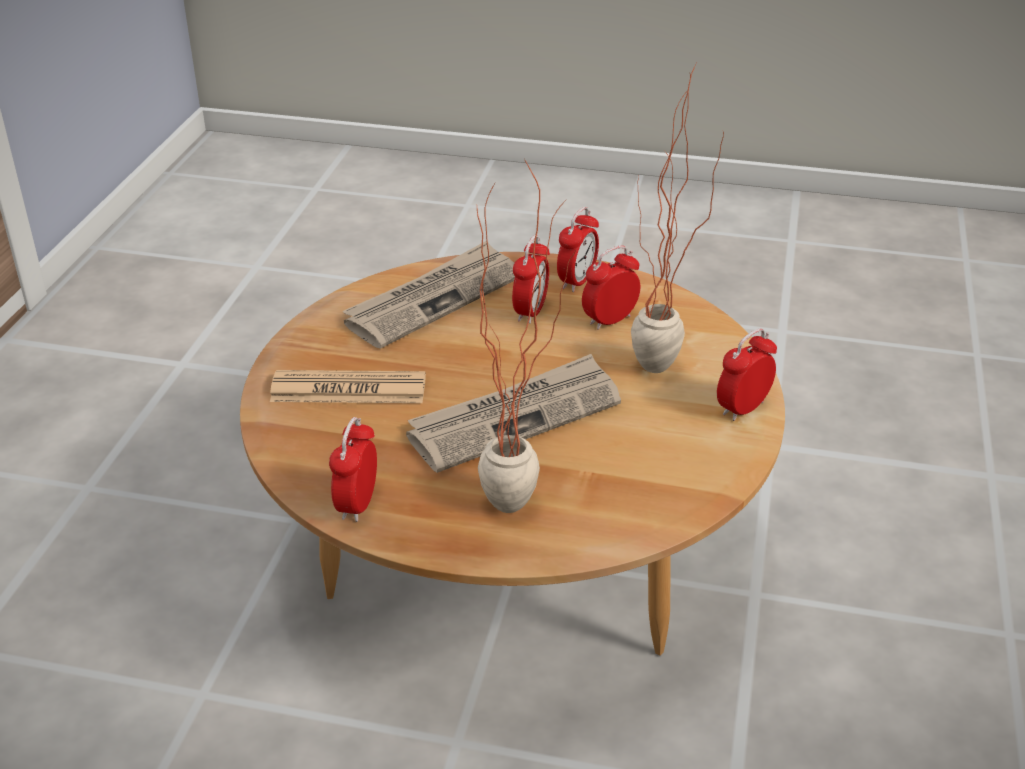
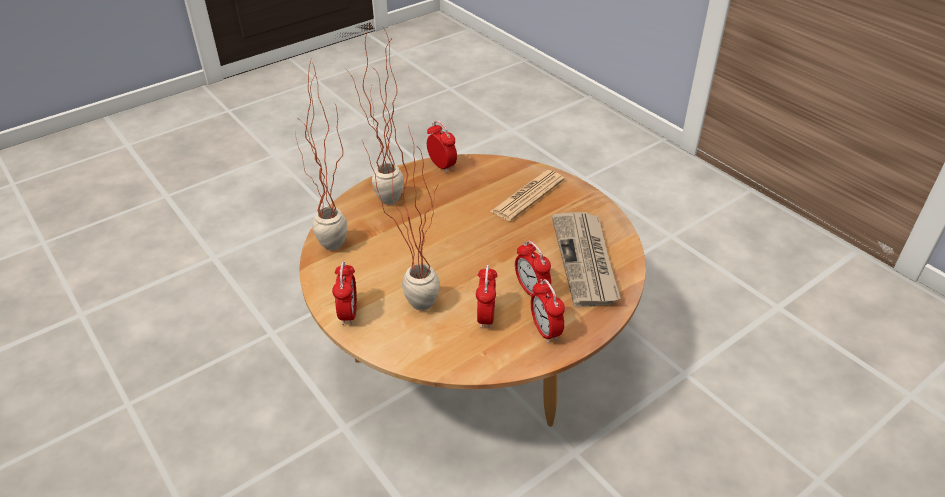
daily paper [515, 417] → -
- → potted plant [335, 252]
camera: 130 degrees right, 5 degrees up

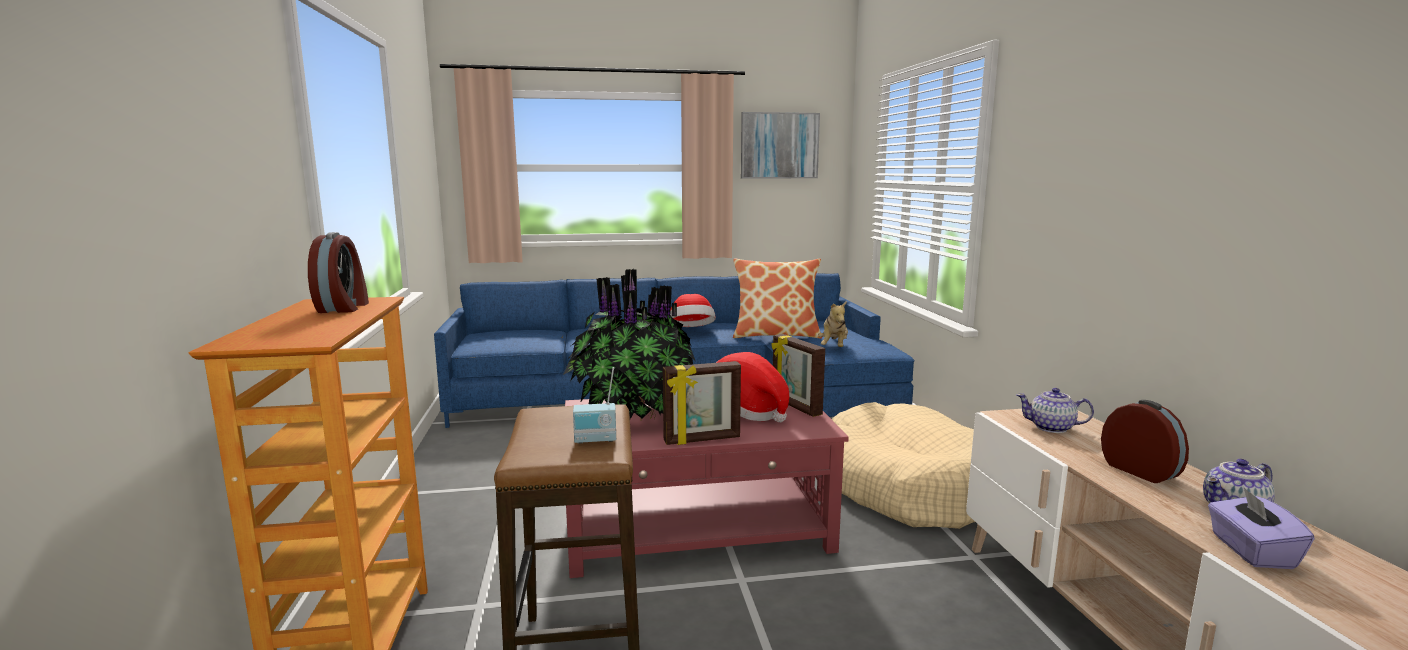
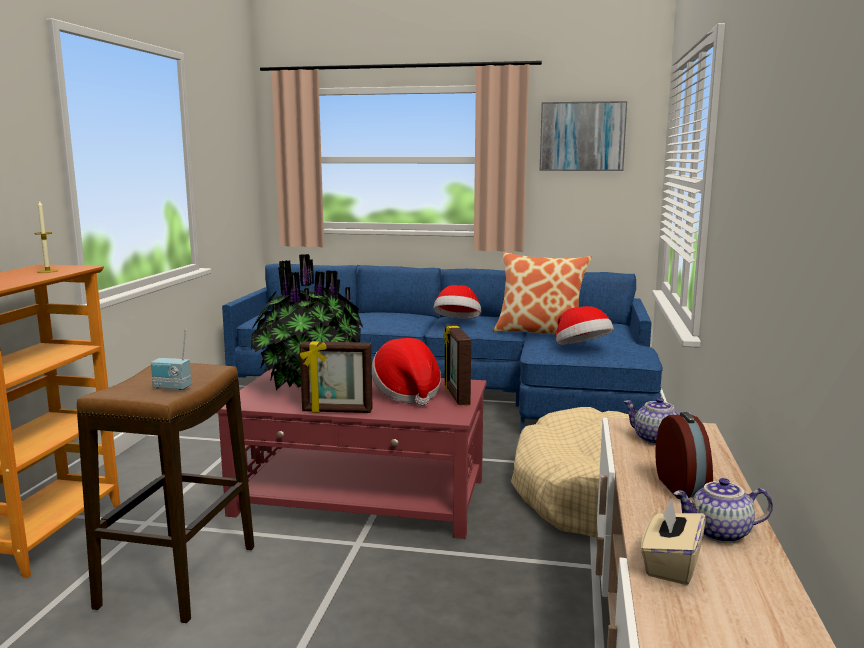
bedside clock [344, 307] → wax light [47, 271]
cuddly toy [834, 347] → clothing hat [582, 349]
purplish tissue box [1251, 551] → sand-coloured tissue box [671, 565]
camera: 20 degrees right, 0 degrees up

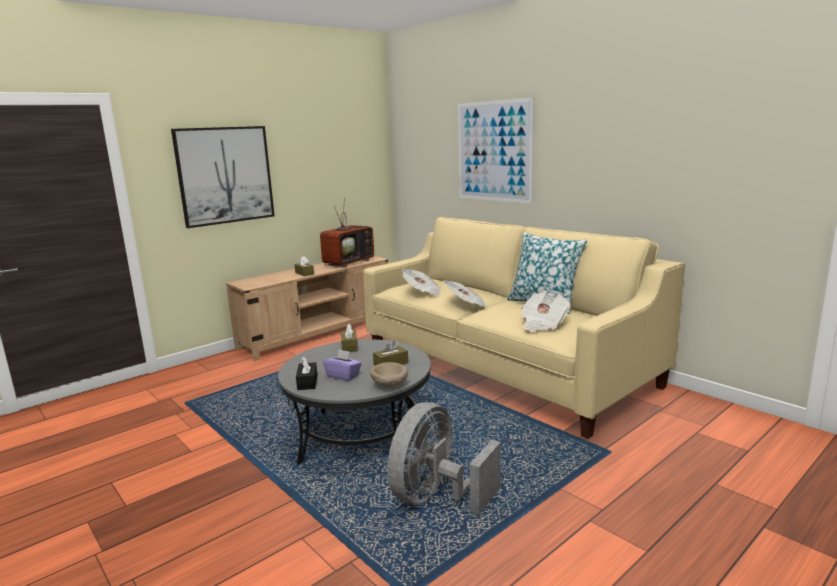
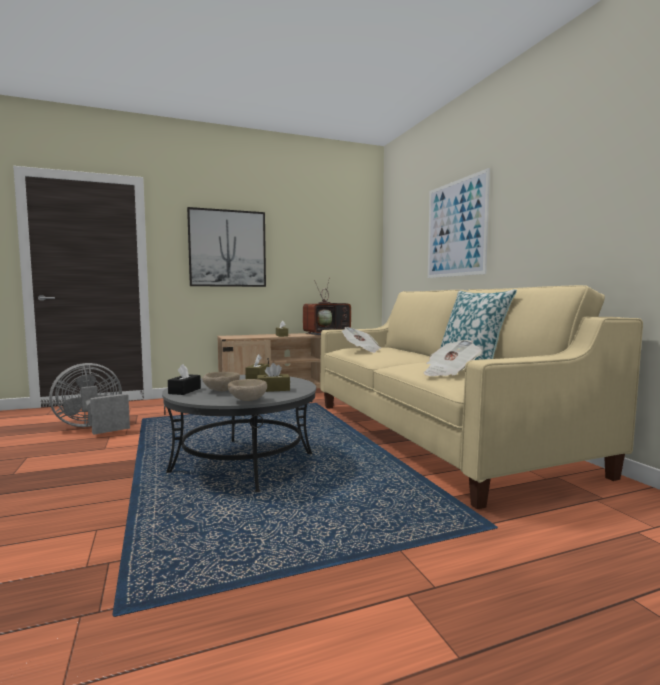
daily paper [466, 305] → -
grey fan [437, 497] → grey fan [93, 427], relocated
purplish tissue box [343, 376] → sand-coloured deep dish [220, 391]
camera: 20 degrees right, 10 degrees down

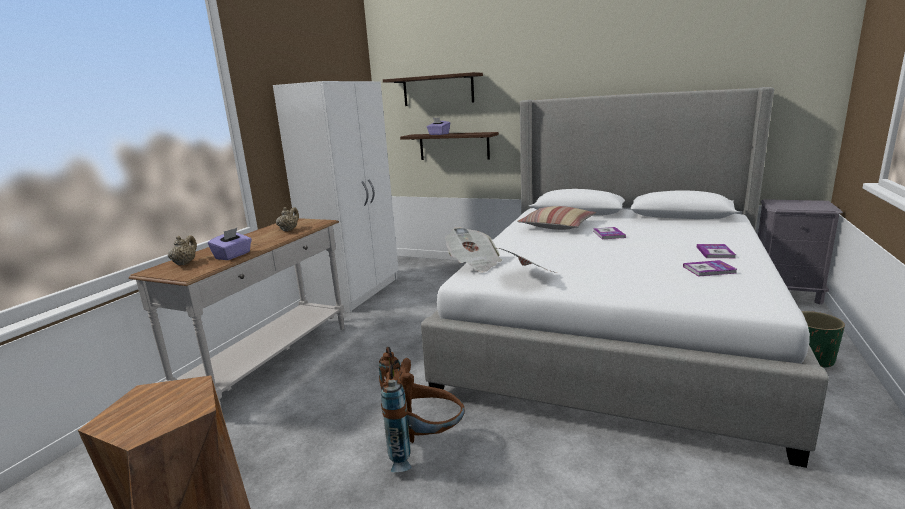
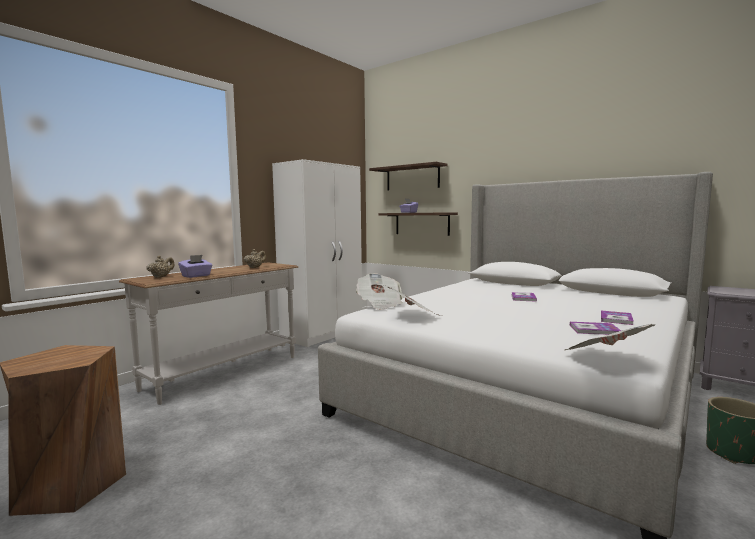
brown backpack [424, 448] → -
cushion [557, 226] → -
- → daily paper [605, 358]
camera: 15 degrees right, 10 degrees down

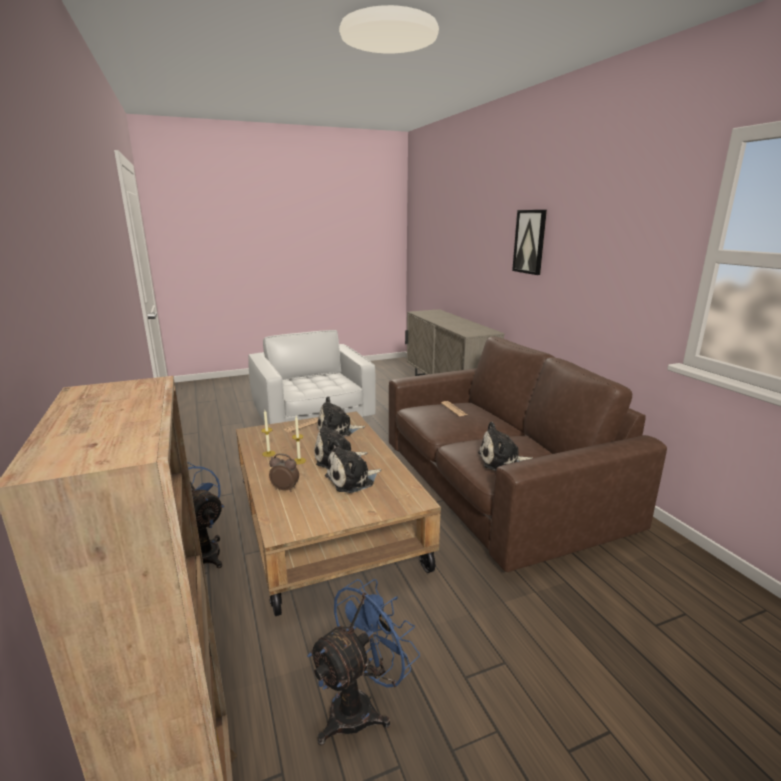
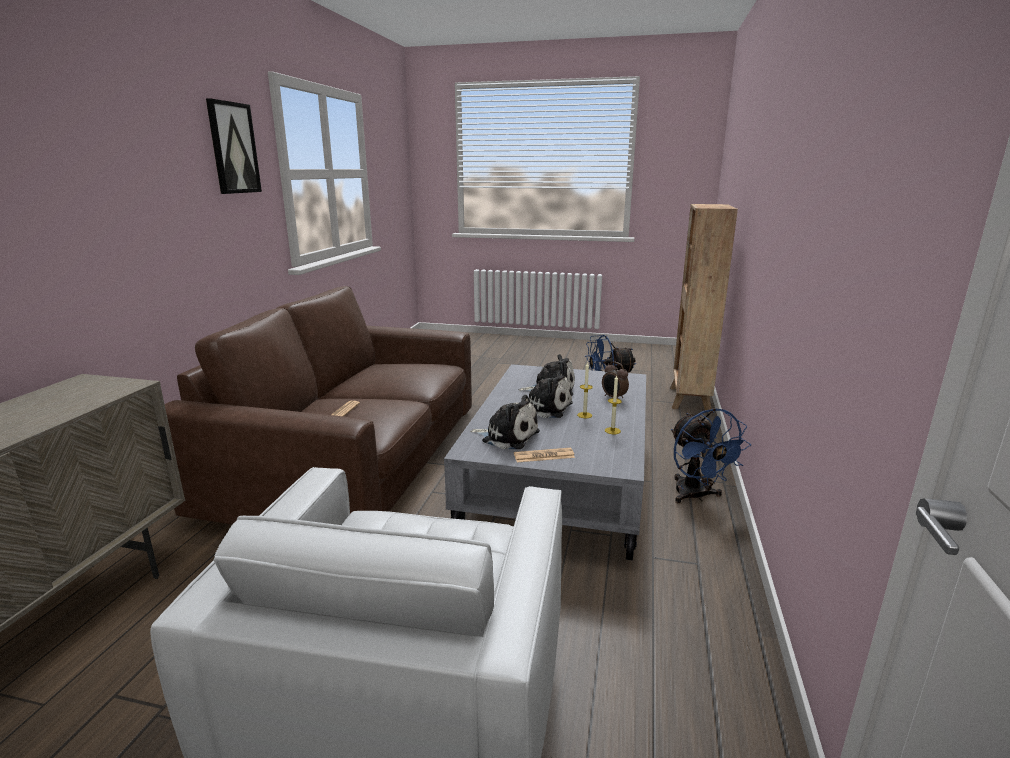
cuddly toy [502, 461] → -
wall art [530, 242] → wall art [233, 148], relocated
brown lounge table [327, 523] → grey lounge table [558, 480]
camera: 145 degrees left, 0 degrees up

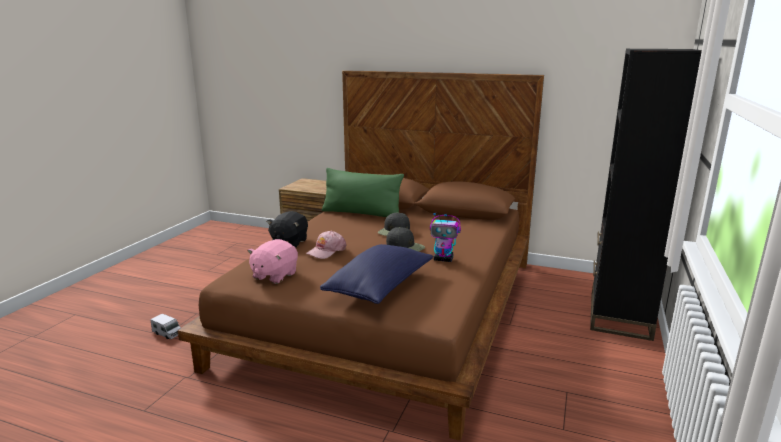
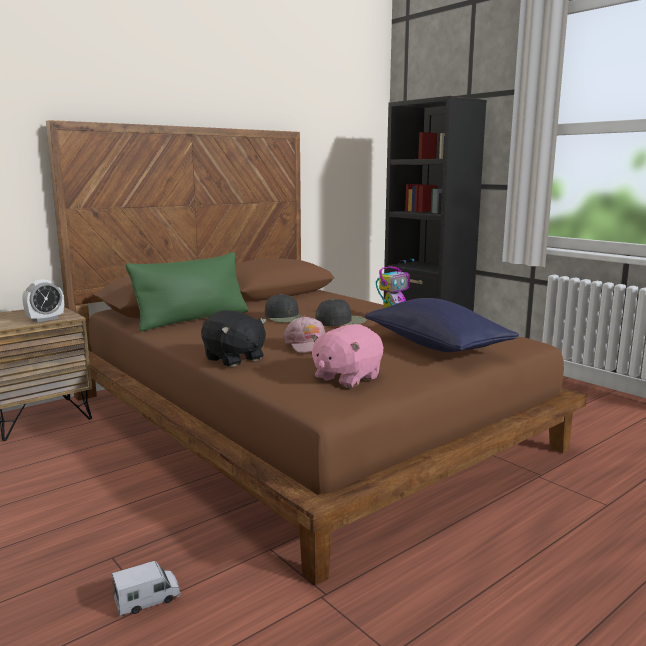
- → bedside clock [45, 319]
pinkish cuddly toy [274, 275] → pinkish cuddly toy [346, 378], 75 degrees clockwise
camera: 60 degrees left, 5 degrees down

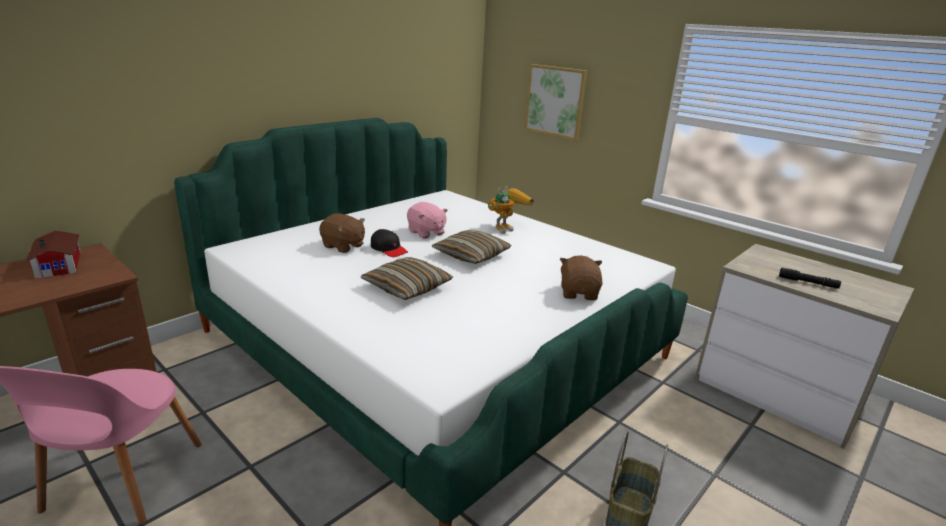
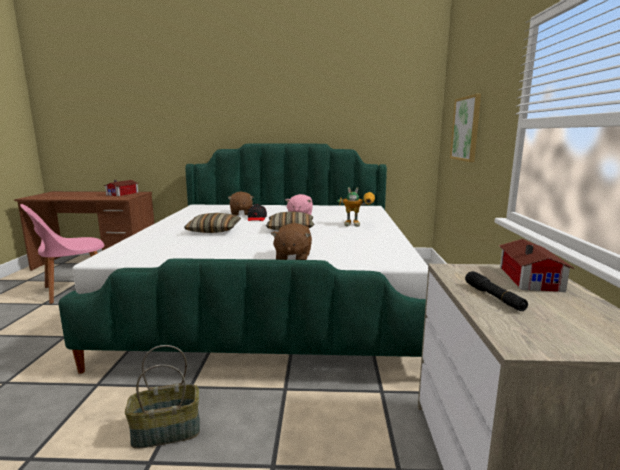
- → toy house [531, 278]
brown cuddly toy [579, 293] → brown cuddly toy [292, 257], 135 degrees clockwise
camera: 50 degrees right, 10 degrees down

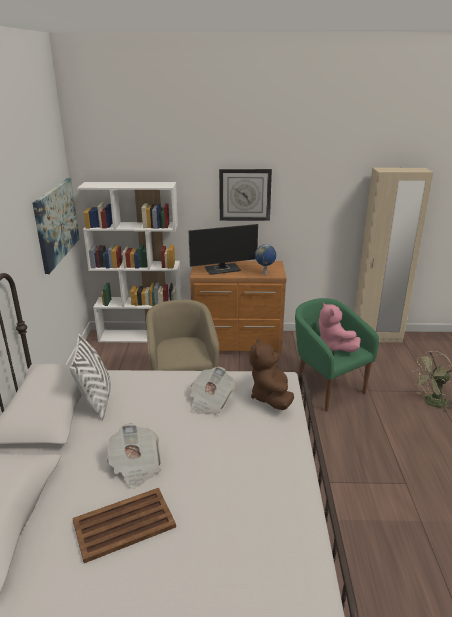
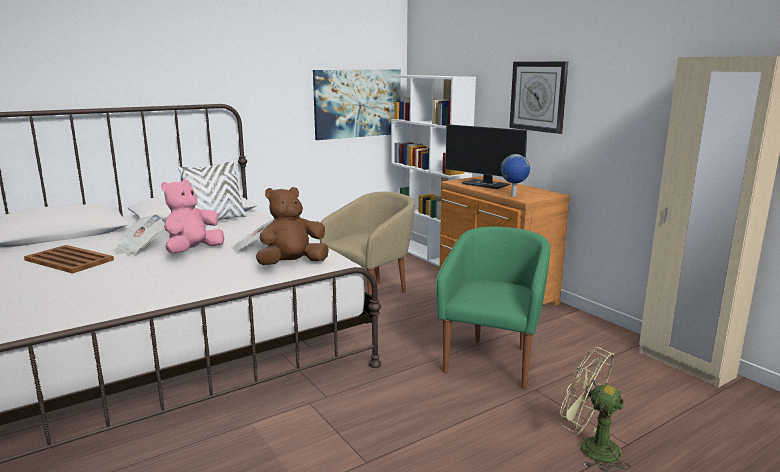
pinkish cuddly toy [333, 347] → pinkish cuddly toy [193, 251], relocated
camera: 55 degrees right, 10 degrees down

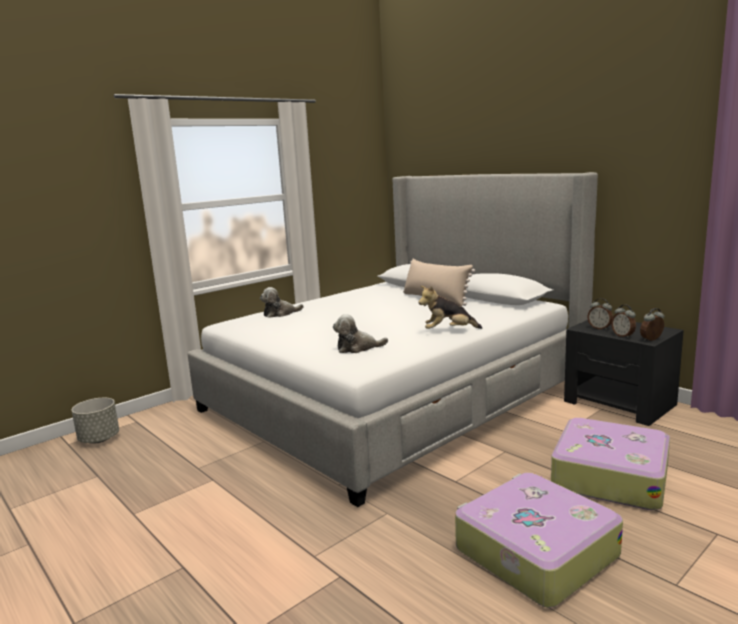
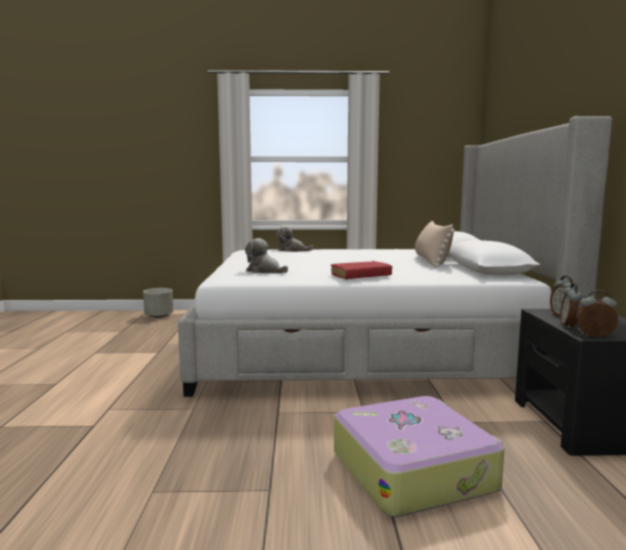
travel case [534, 552] → -
cuddly toy [448, 331] → red bound book [361, 276]
camera: 40 degrees right, 5 degrees down

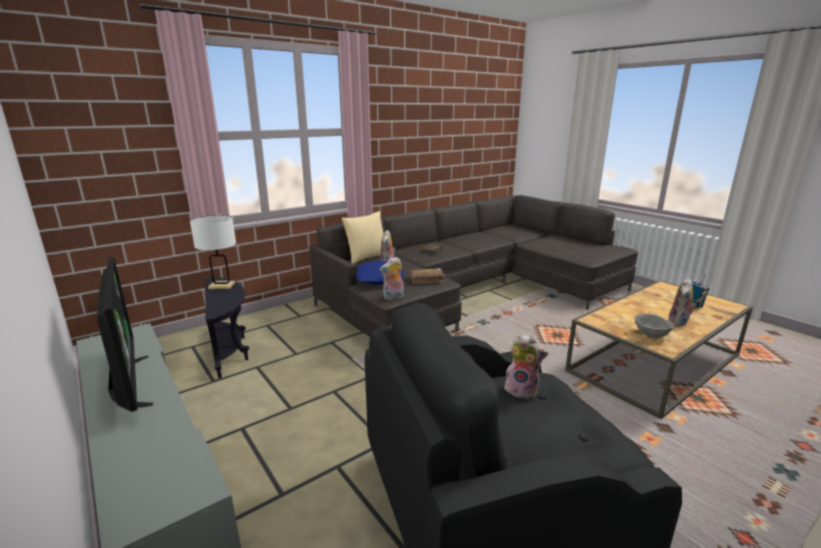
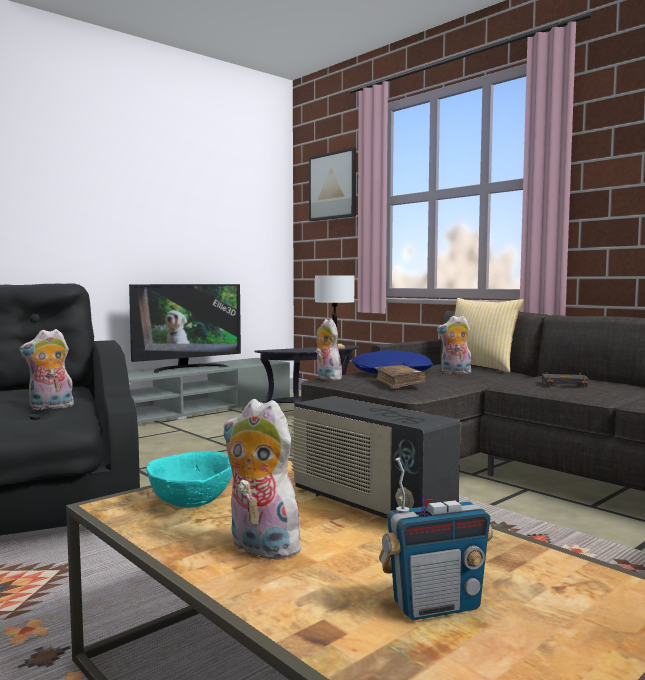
- → radio set [369, 505]
- → wall art [332, 186]
grey deep dish [650, 335] → turquoise-coloured deep dish [192, 503]
cuddly toy [522, 390] → cuddly toy [50, 407], 45 degrees clockwise
camera: 85 degrees right, 15 degrees down

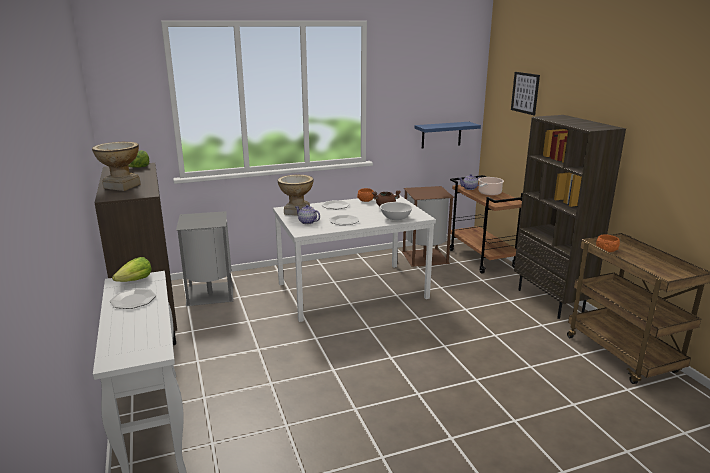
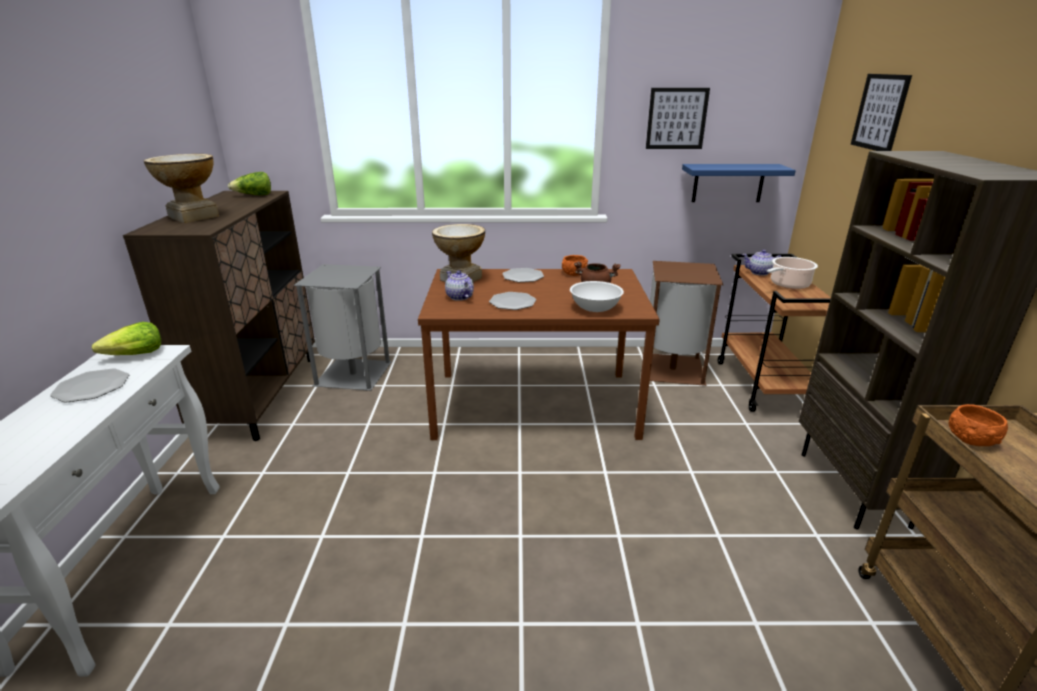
- → wall art [676, 118]
white-coloured kitchen table [351, 291] → brown kitchen table [533, 405]
camera: 20 degrees right, 5 degrees up

